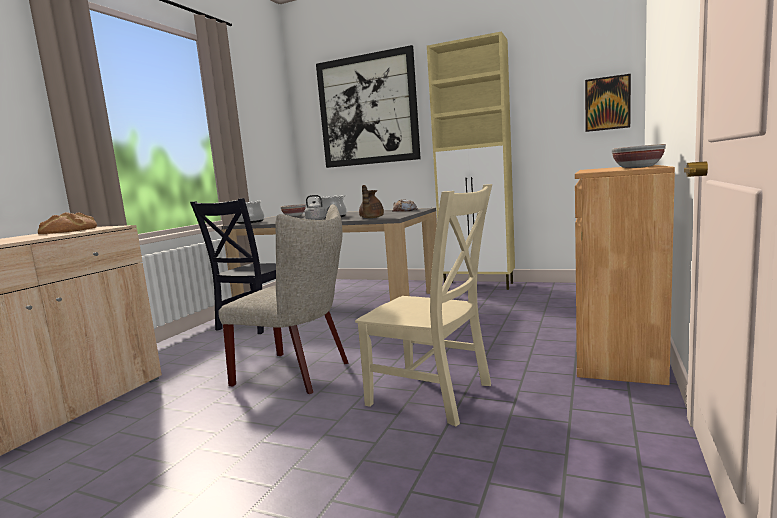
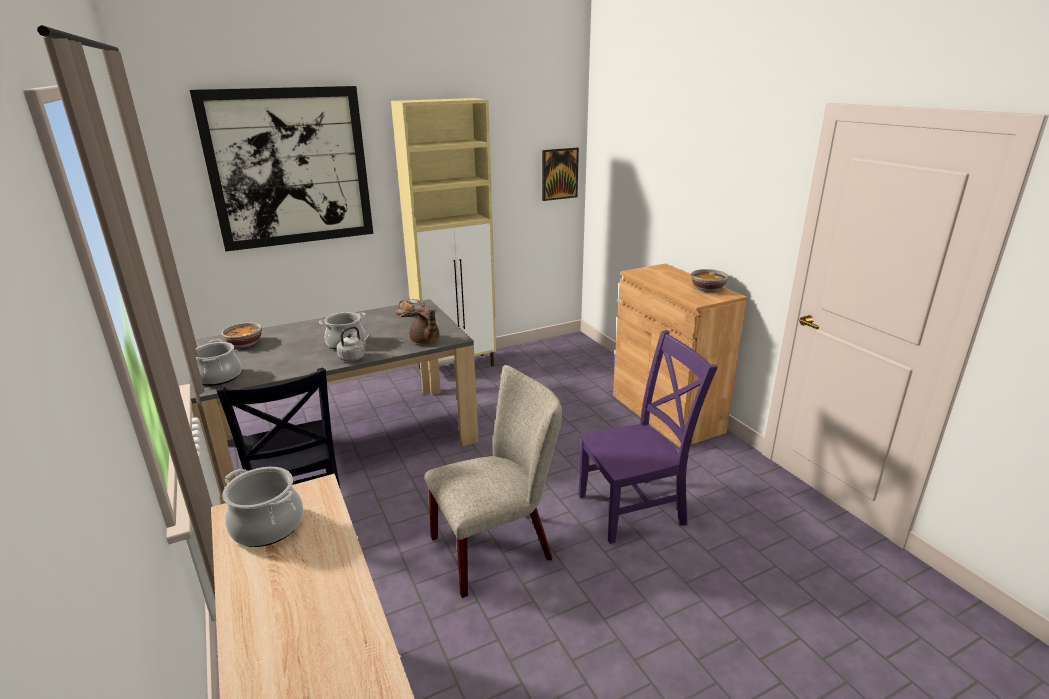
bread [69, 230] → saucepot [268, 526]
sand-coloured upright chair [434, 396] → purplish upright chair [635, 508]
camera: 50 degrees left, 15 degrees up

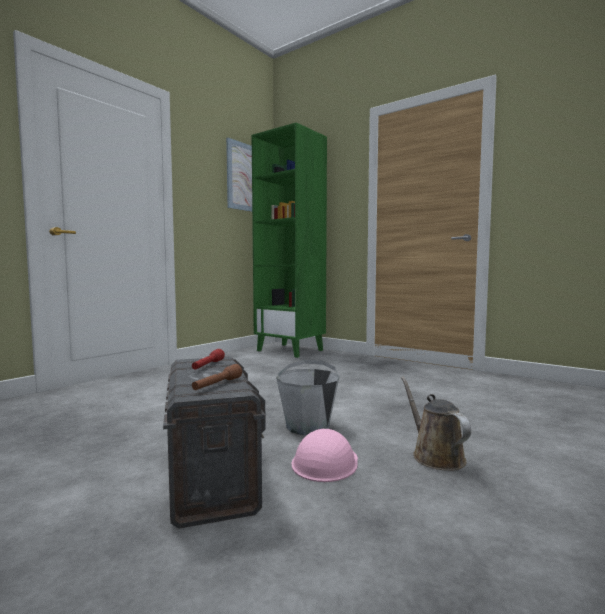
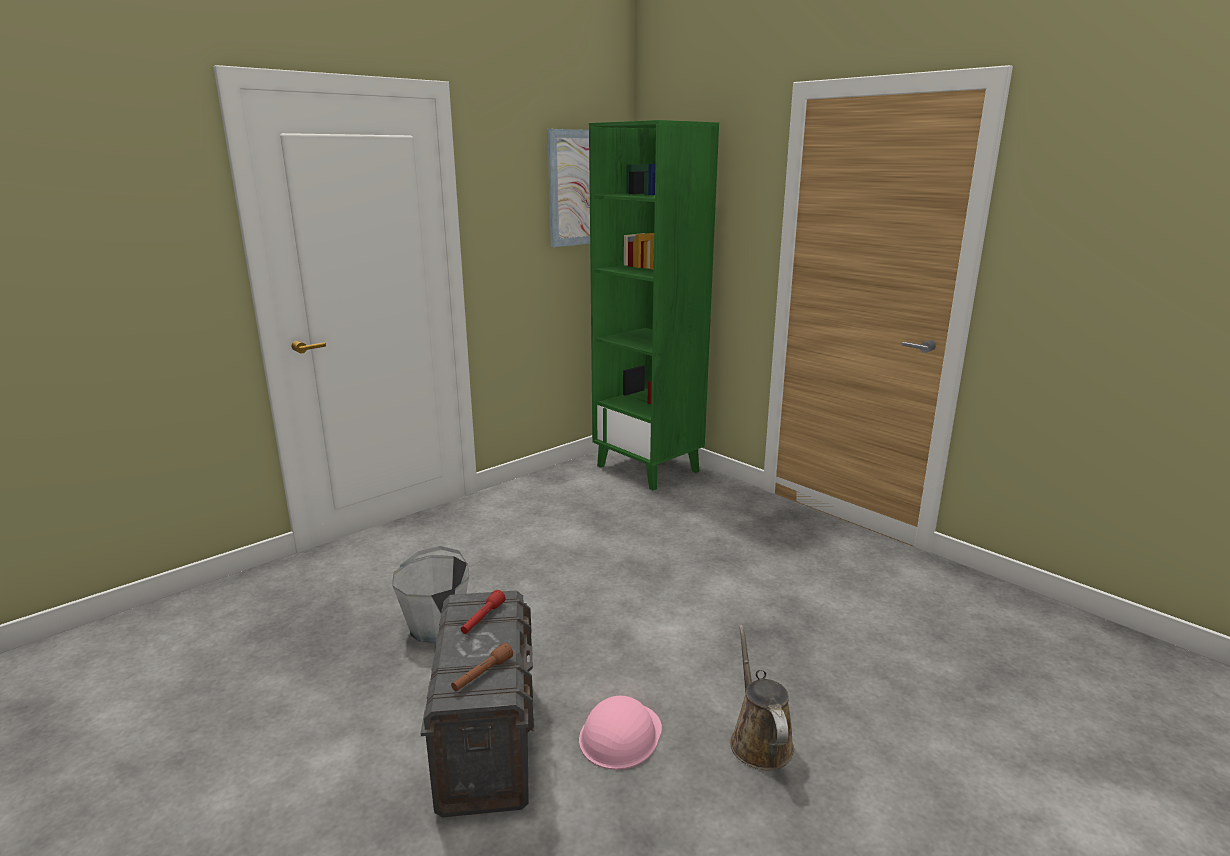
grey water bucket [308, 426] → grey water bucket [436, 627], relocated
camera: 10 degrees right, 15 degrees up

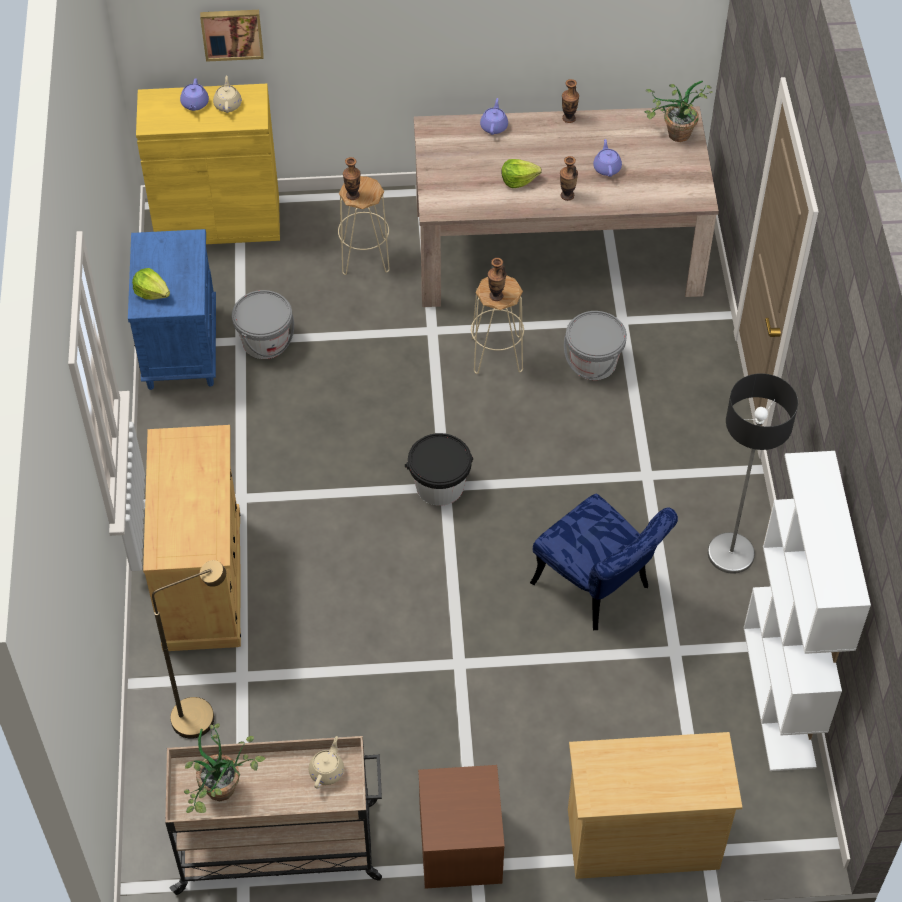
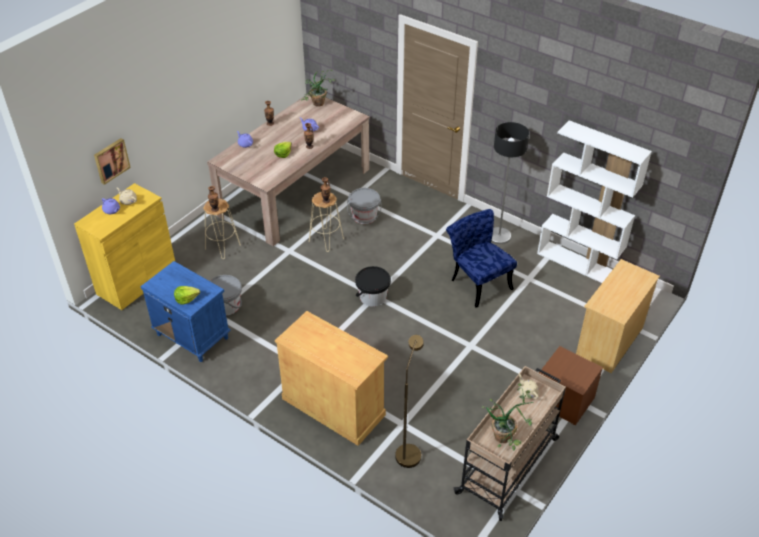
blue-coloured upright chair [598, 590] → blue-coloured upright chair [477, 282], 120 degrees counterclockwise
camera: 50 degrees left, 10 degrees down

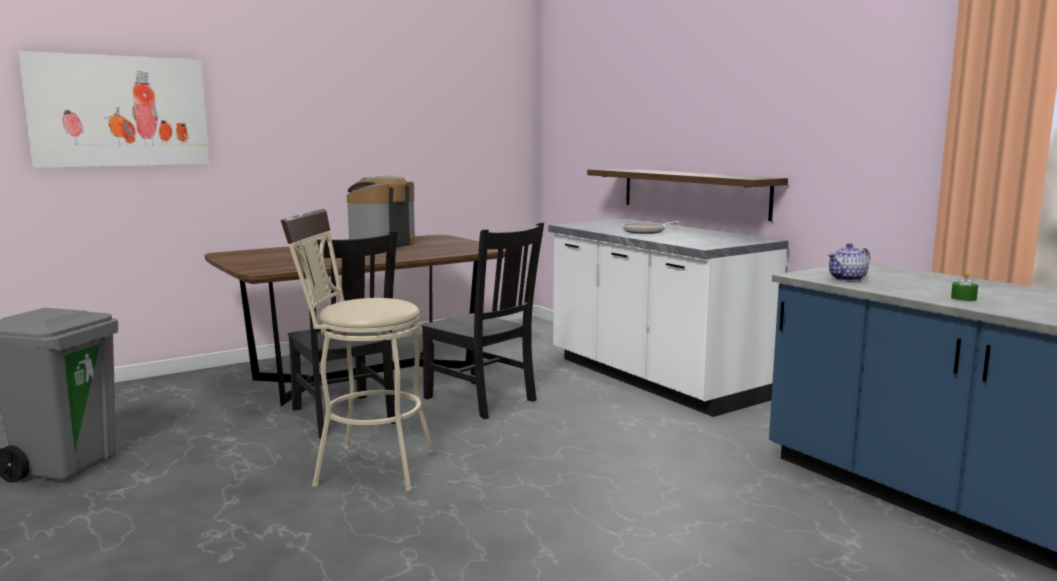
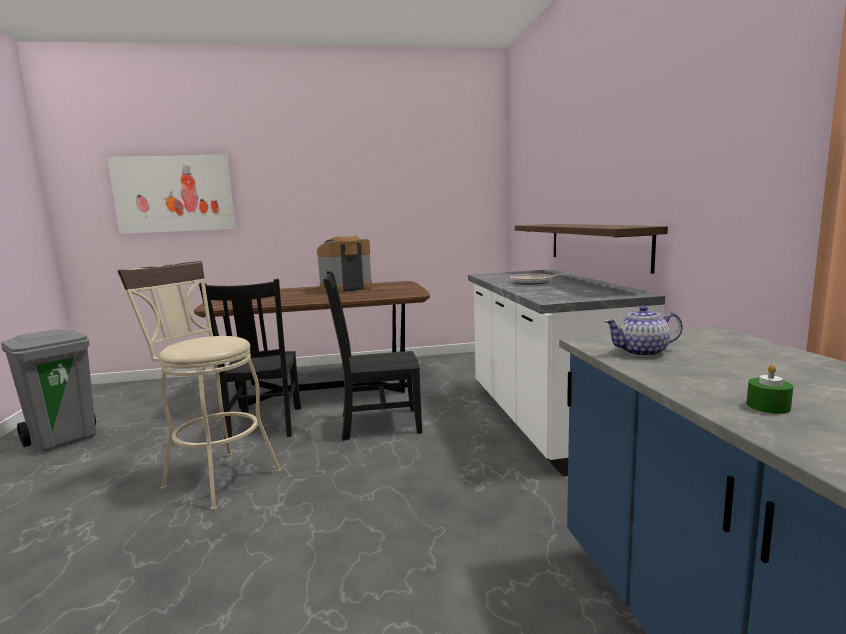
black-coloured upright chair [482, 400] → black-coloured upright chair [377, 424], 105 degrees clockwise
camera: 25 degrees right, 0 degrees up

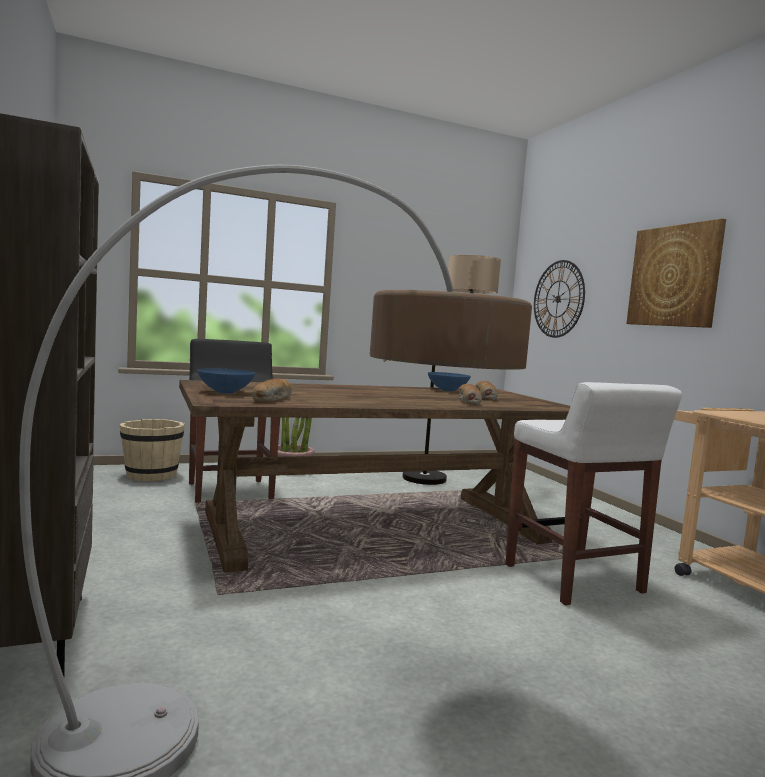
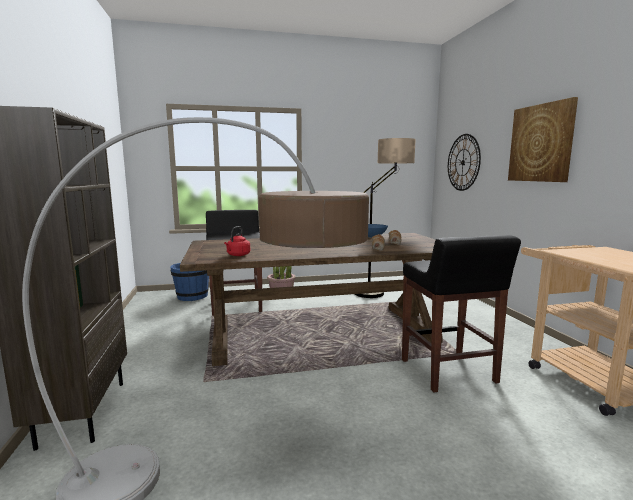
blue-coloured deep dish [225, 392] → -
bread [272, 399] → red kettle [237, 255]
sand-coloured water bucket [151, 475] → blue-coloured water bucket [192, 297]
white-coloured stool seat [574, 580] → black-coloured stool seat [448, 372]
camera: 10 degrees right, 5 degrees up

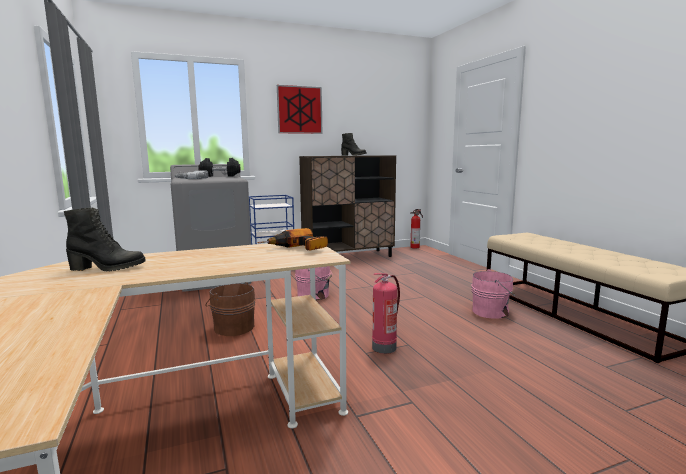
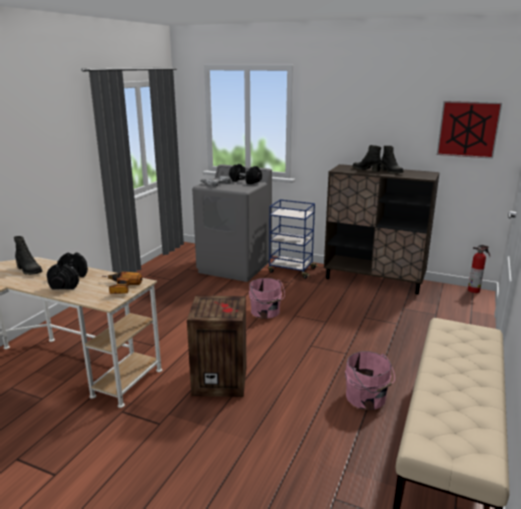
brown water bucket [233, 327] → -
- → black-coloured dumbbell [69, 281]
- → black-coloured boot [366, 170]
wall art [299, 110] → wall art [468, 129], relocated
fire-fighting cylinder [384, 347] → packing crate [221, 380]
camera: 45 degrees right, 10 degrees up

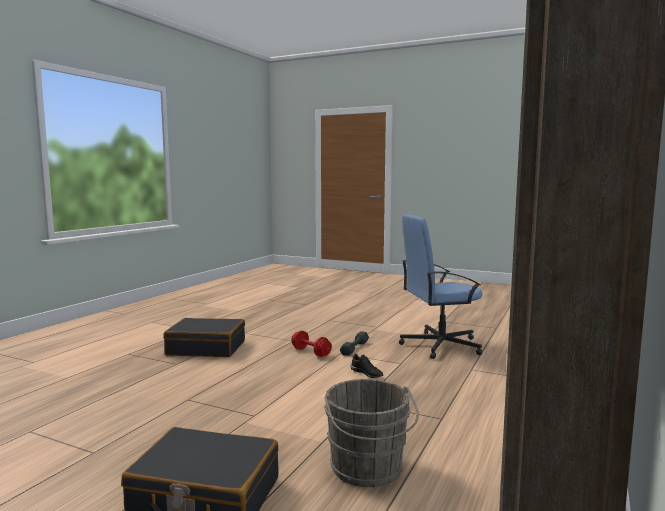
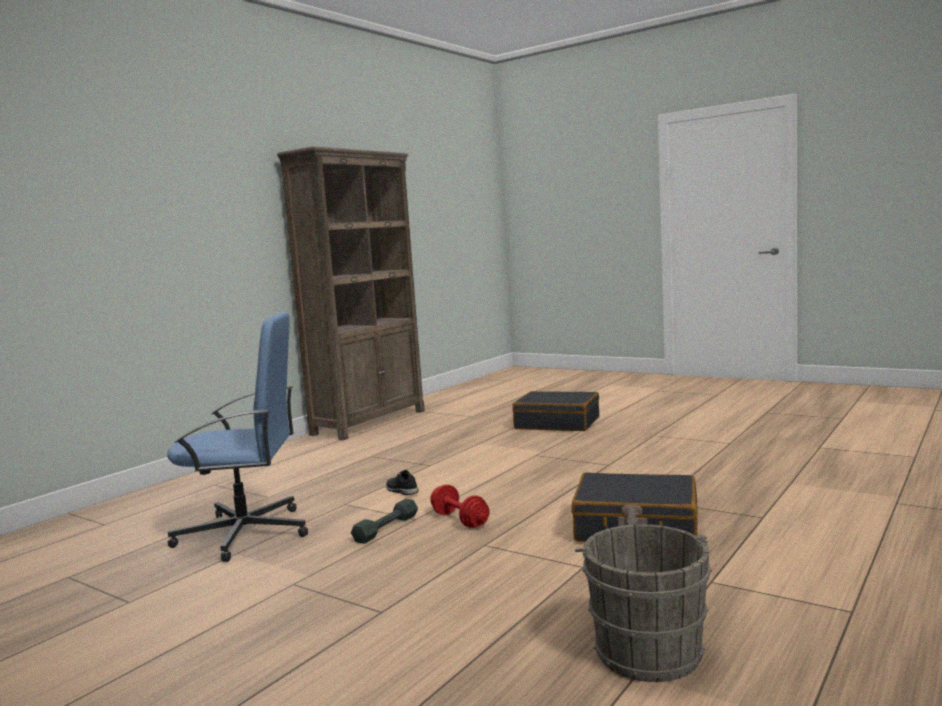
grey water bucket [368, 470] → grey water bucket [646, 649], relocated
camera: 170 degrees left, 0 degrees up

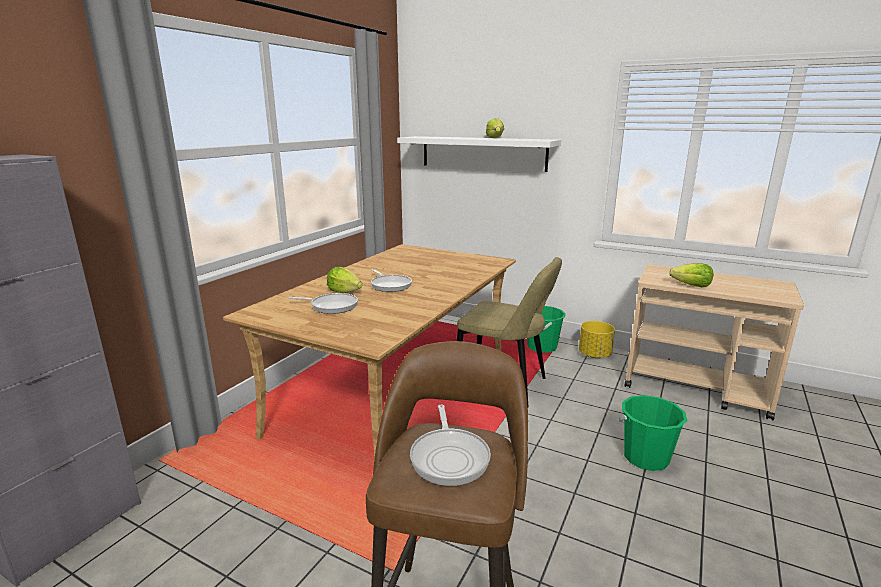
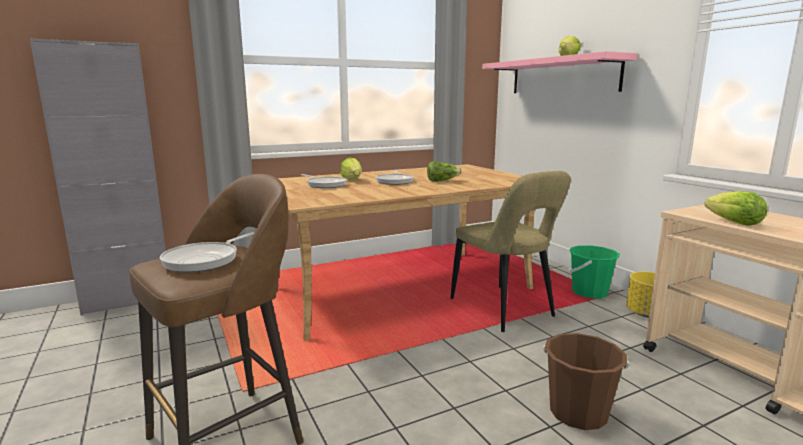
- → lettuce [442, 181]
white-coloured shelf [482, 153] → pinkish shelf [562, 76]
green-coloured water bucket [645, 458] → brown water bucket [578, 413]
camera: 35 degrees right, 5 degrees down

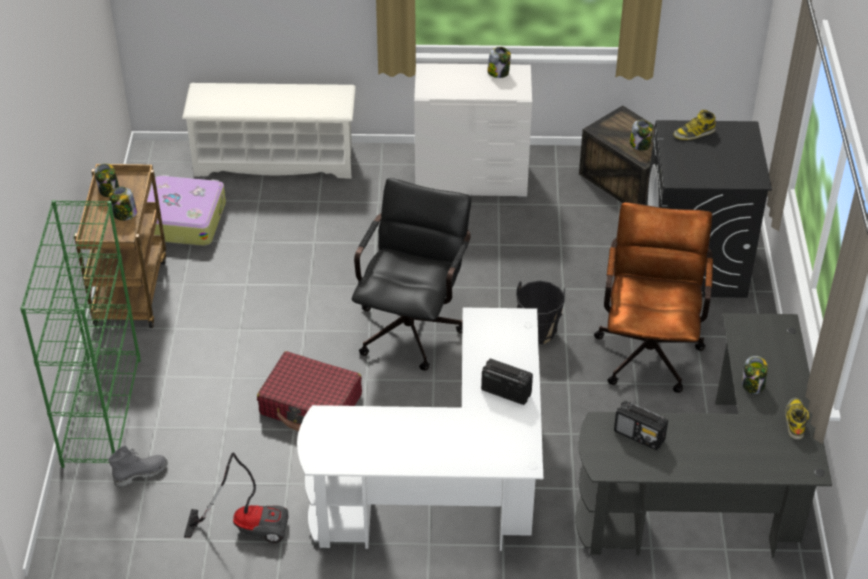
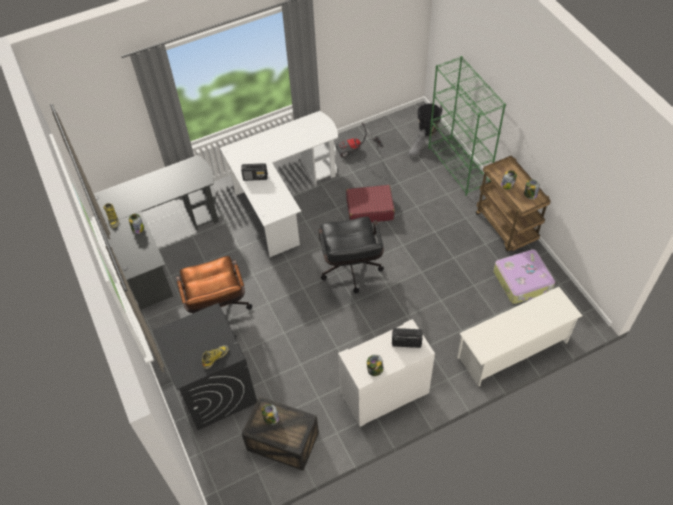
black-coloured water bucket [538, 333] → black-coloured water bucket [427, 130], relocated
radio set [639, 436] → radio set [406, 342], relocated
camera: 155 degrees right, 10 degrees up

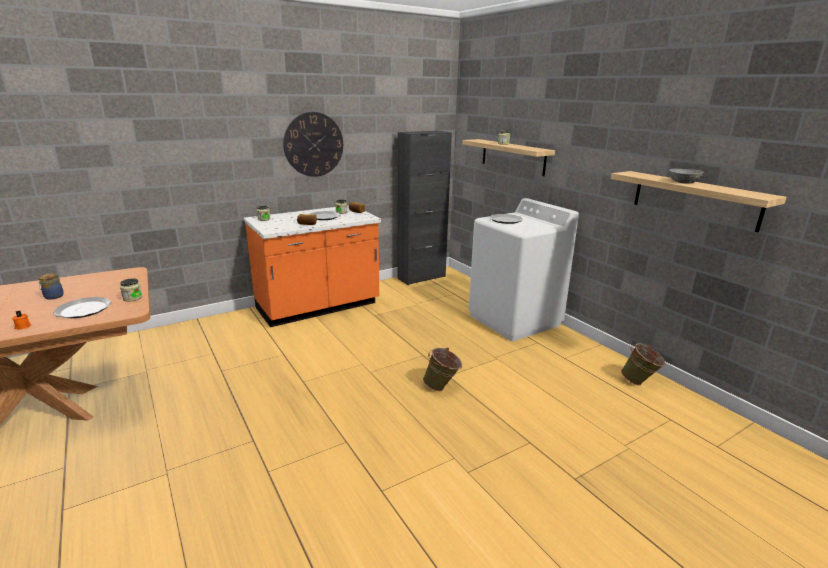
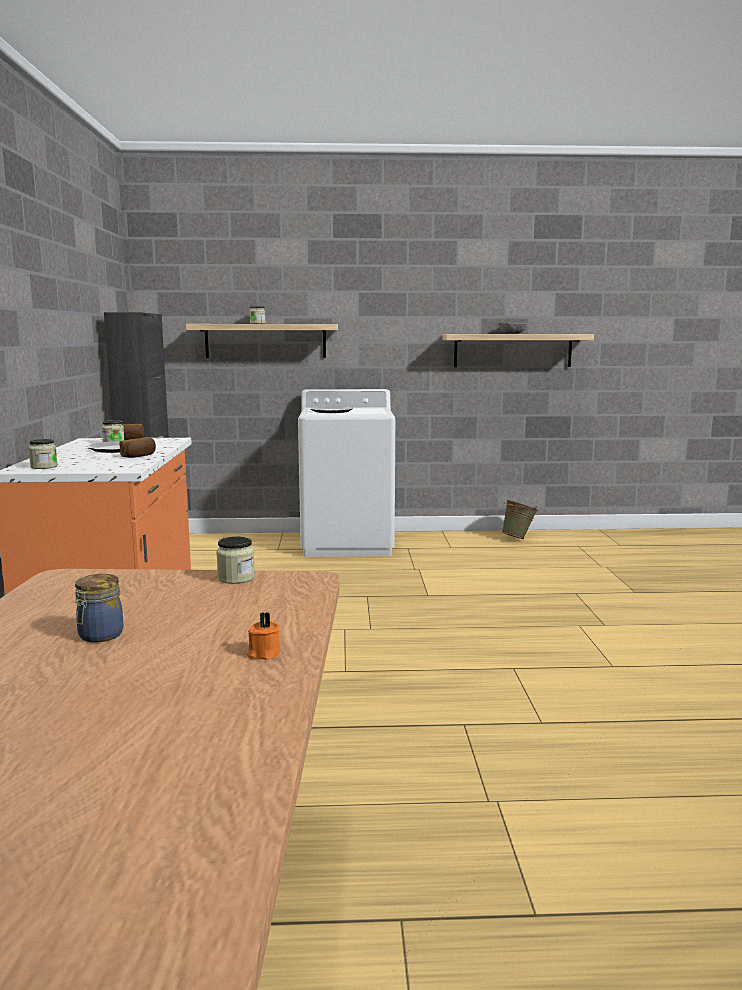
flat dish [83, 309] → -
wall clock [313, 144] → -
green-coloured water bucket [442, 387] → -
camera: 60 degrees left, 10 degrees down

